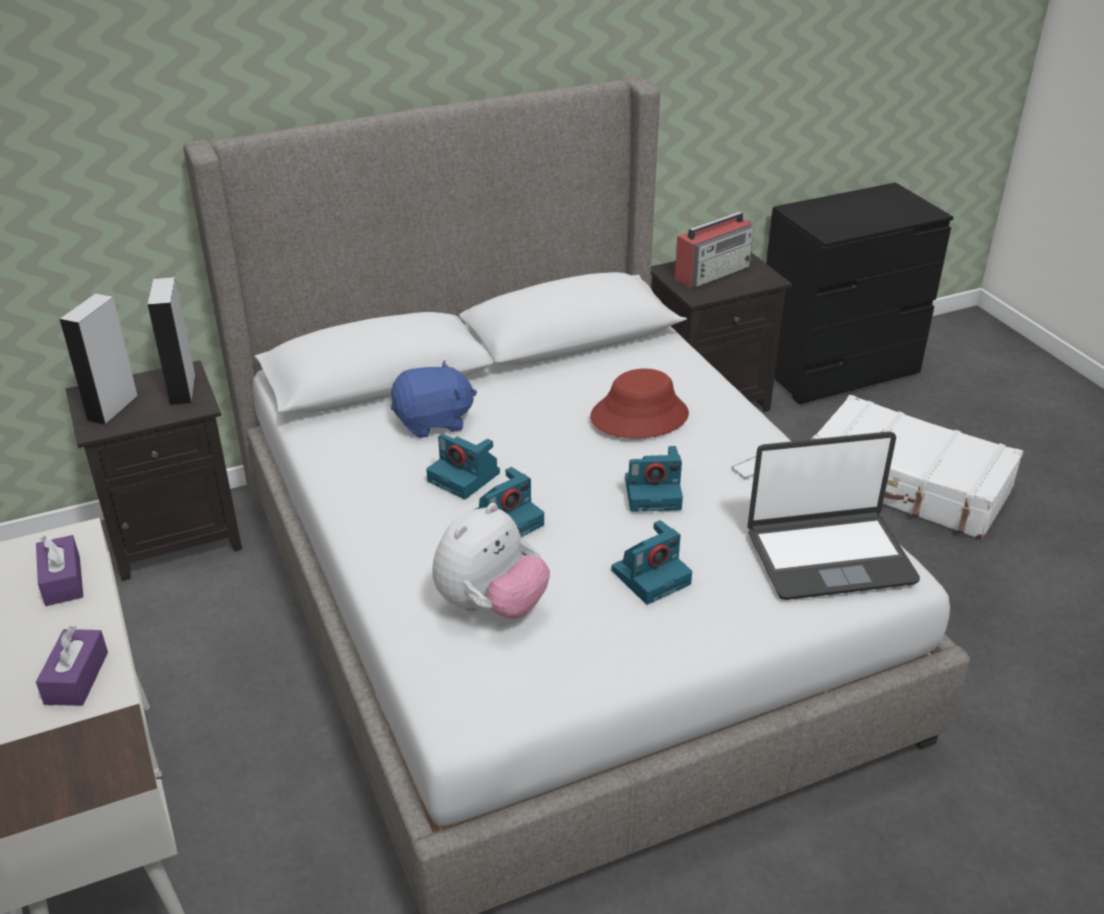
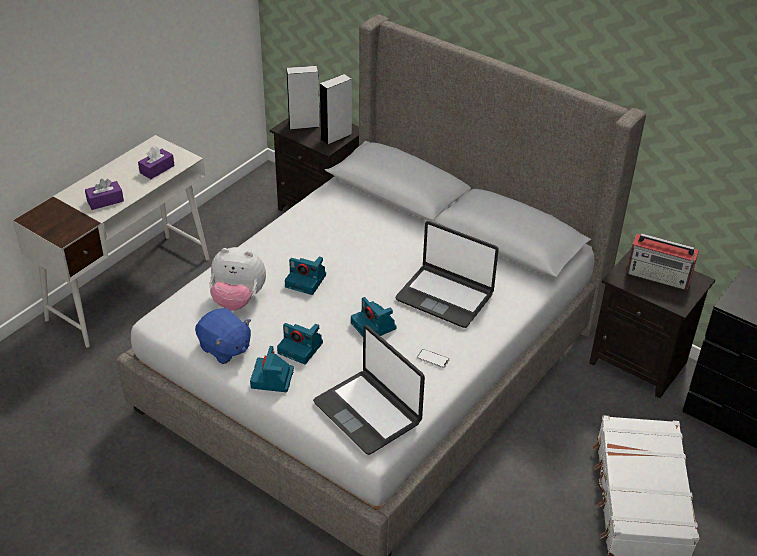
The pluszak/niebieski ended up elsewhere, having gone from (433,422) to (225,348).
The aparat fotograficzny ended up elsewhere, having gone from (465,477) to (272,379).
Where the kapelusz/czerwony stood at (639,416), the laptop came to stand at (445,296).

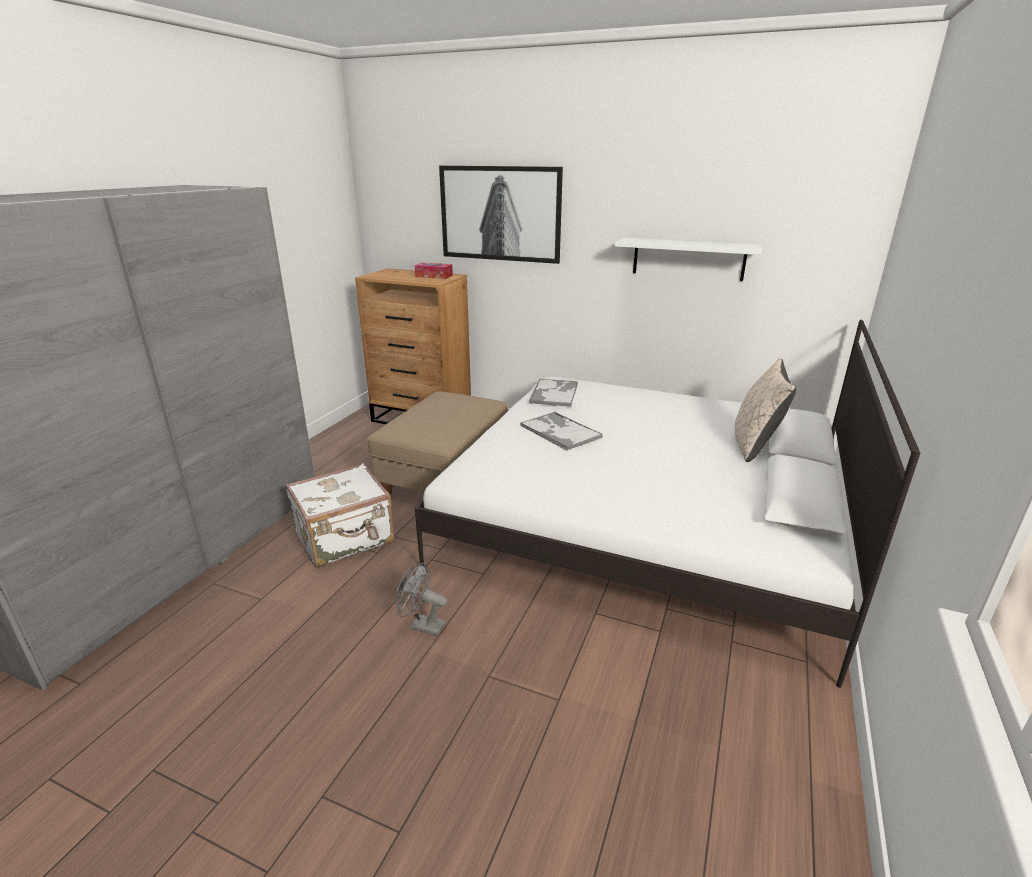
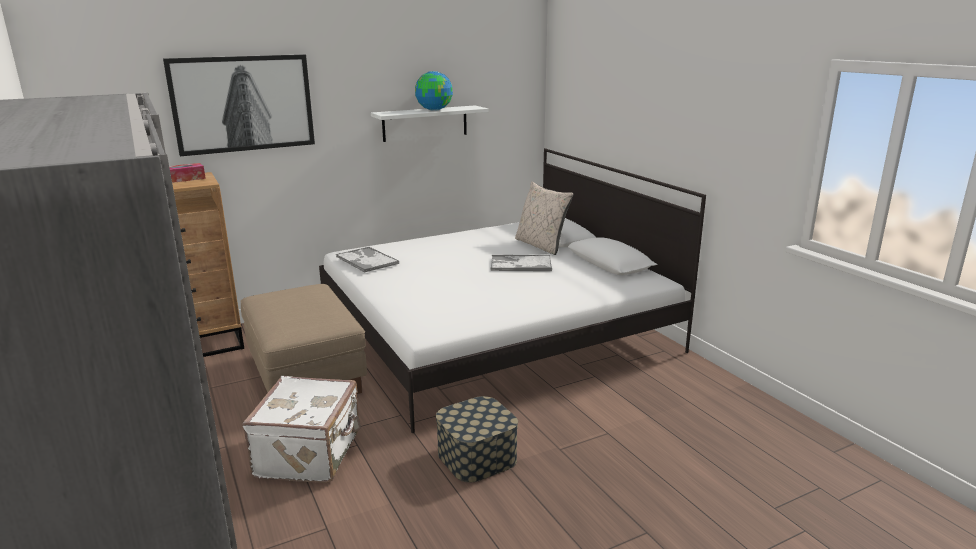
The second view gained the globus at (434,110).
Where the wentylator/szary stood at (421,625), the pojemnik do przechowywania came to stand at (477,456).
The taca ended up elsewhere, having gone from (559,431) to (520,264).

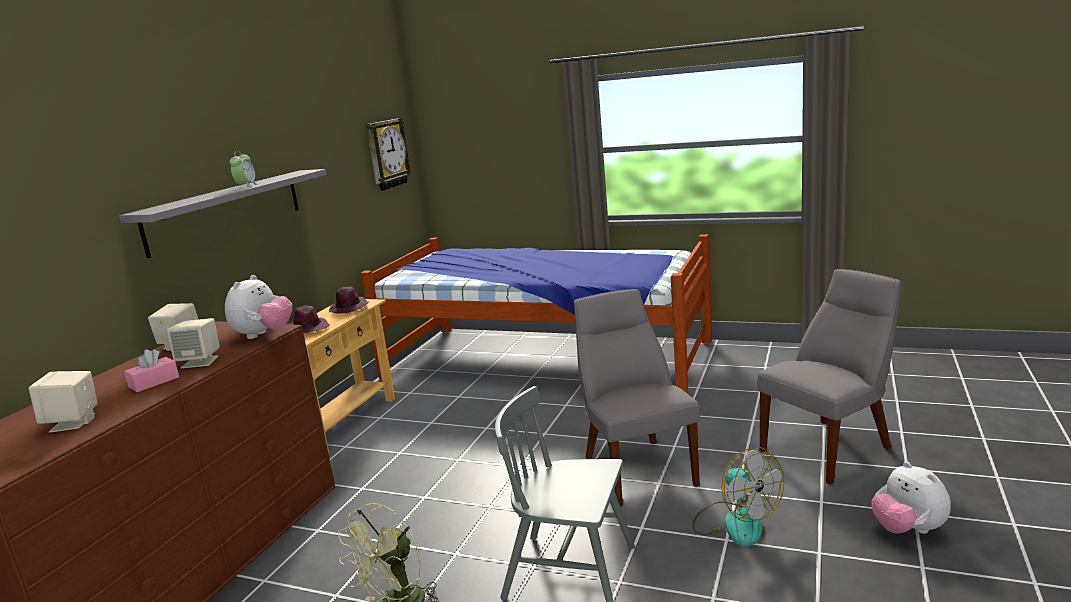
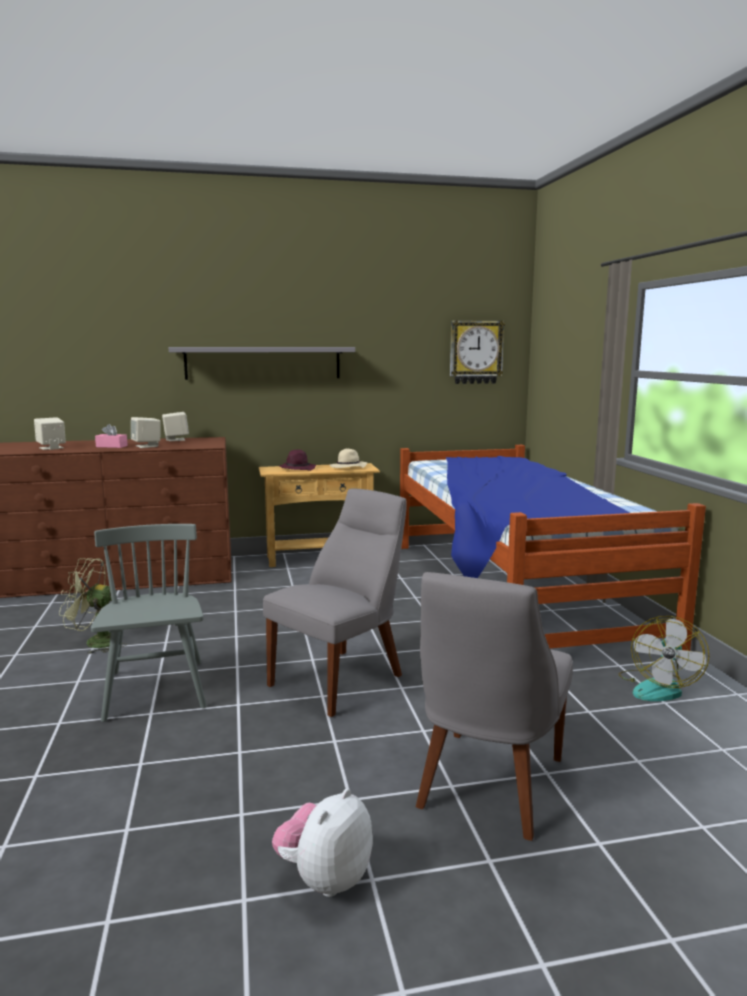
What was the kapelusz/fioletowy at (349,309) turned into the kapelusz/beżowy at (348,468).
The krzesło/szary at (830,448) ended up facing another way, 90 degrees clockwise from before.
The wentylator ended up elsewhere, having gone from (735,522) to (658,687).
The second view lost the pluszak at (264,335).
The second view lost the budzik at (246,186).

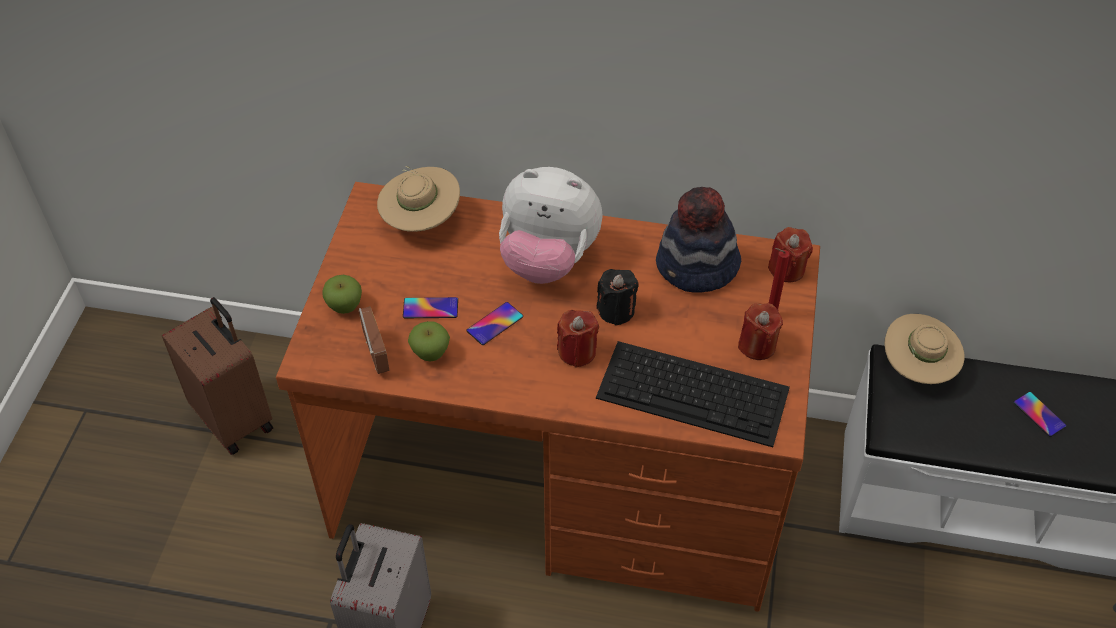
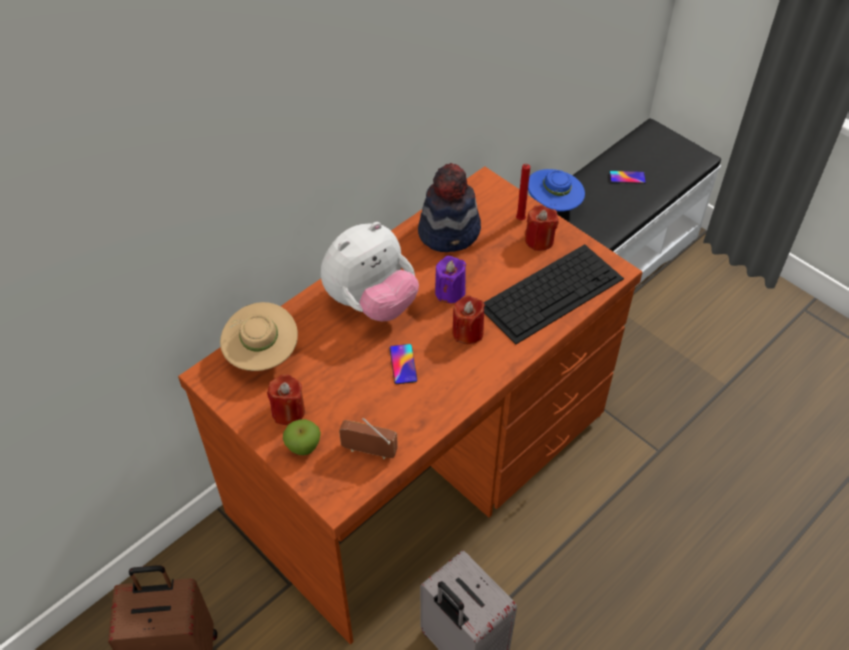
The świeca/czerwony ended up elsewhere, having gone from (787,269) to (288,411).
What was the świeca/czarny at (616,310) turned into the świeca/fioletowy at (450,292).
What was the kapelusz/beżowy at (917,368) turned into the kapelusz/niebieski at (553,205).
The second view lost the telefon at (430,308).
The second view lost the jabłko at (430,353).

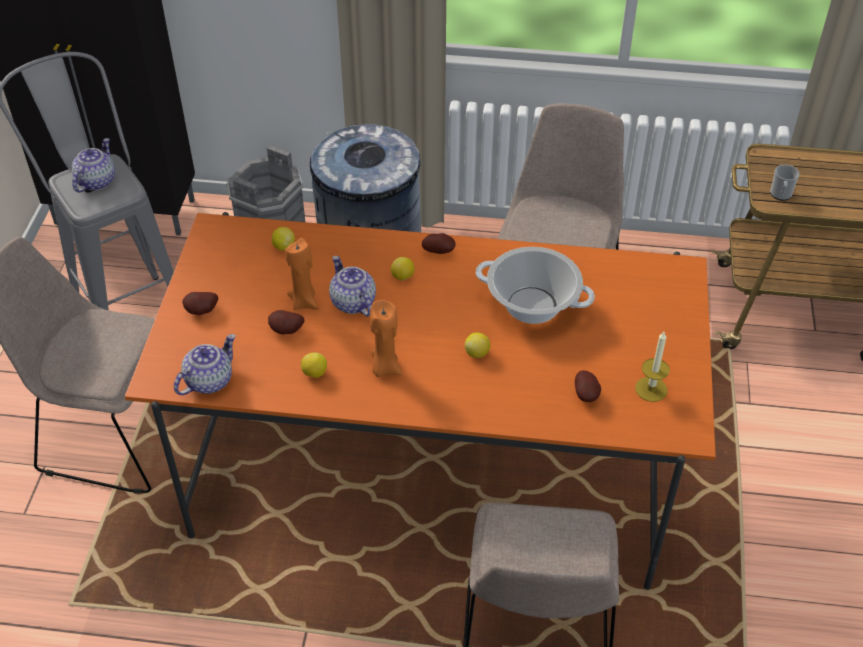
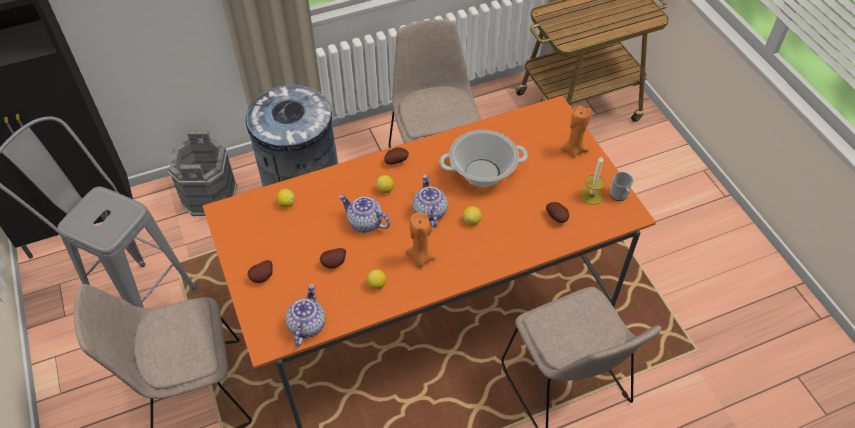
The imbryk ended up elsewhere, having gone from (96,181) to (429,212).
The świeca/pomarańczowy ended up elsewhere, having gone from (304,302) to (573,150).
The kubek ended up elsewhere, having gone from (780,195) to (619,196).

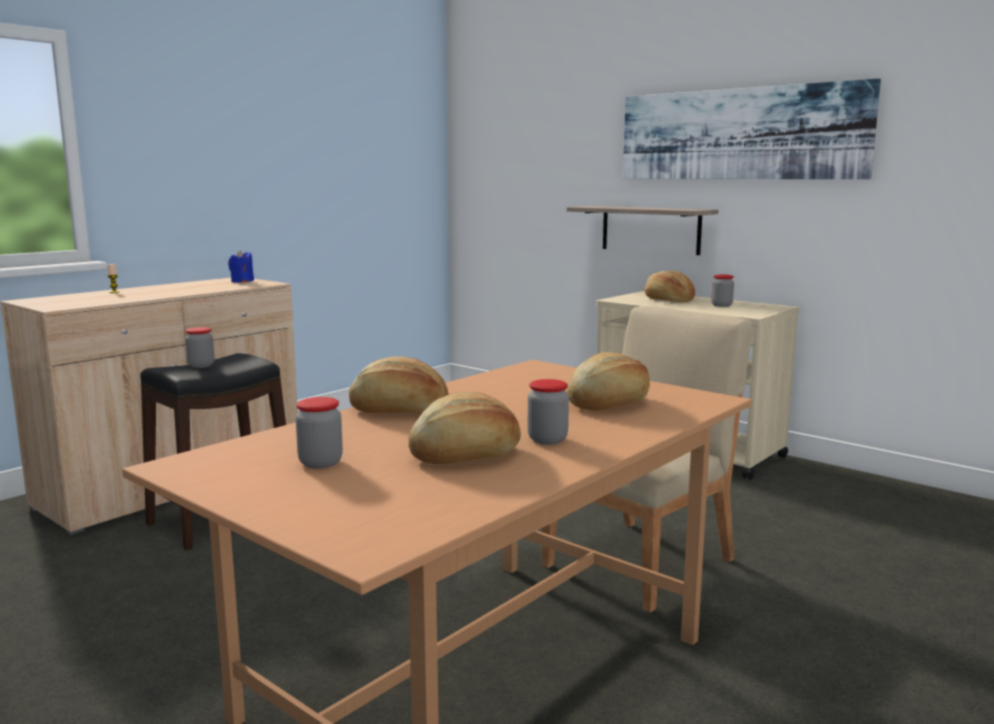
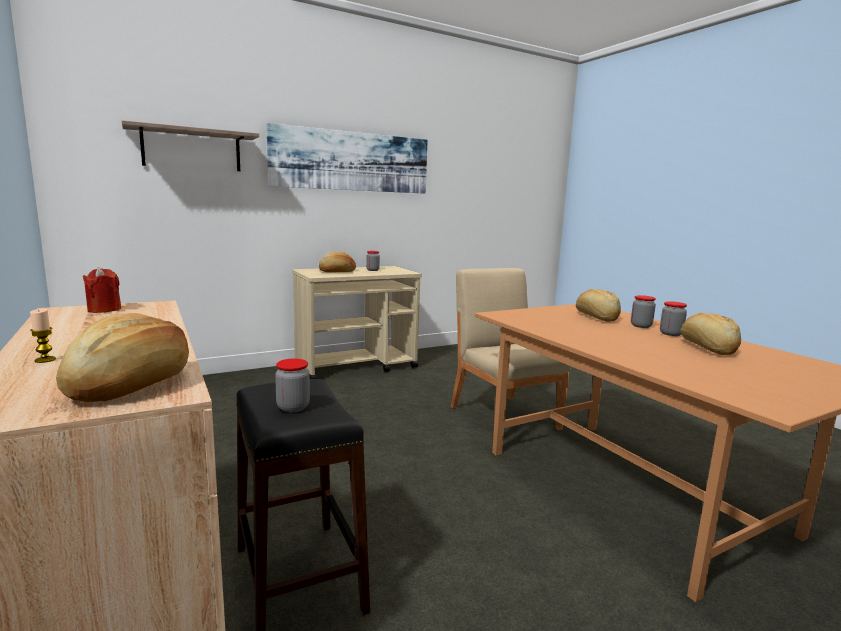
The chleb ended up elsewhere, having gone from (399,409) to (133,384).
What was the świeca/niebieski at (242,281) turned into the świeca/czerwony at (104,309).
The półka ended up elsewhere, having gone from (650,229) to (192,150).
The słoik ended up elsewhere, having gone from (320,463) to (641,326).

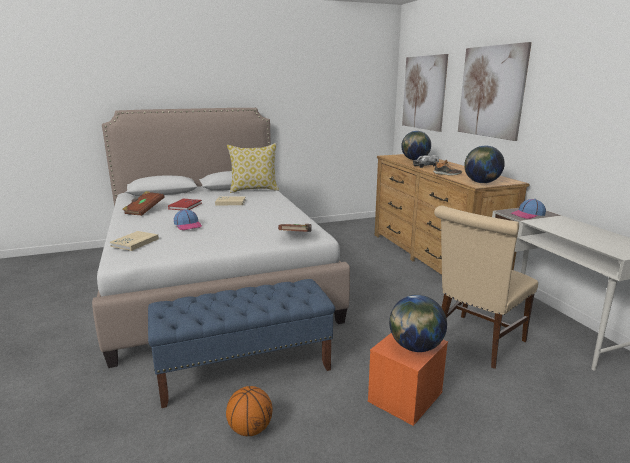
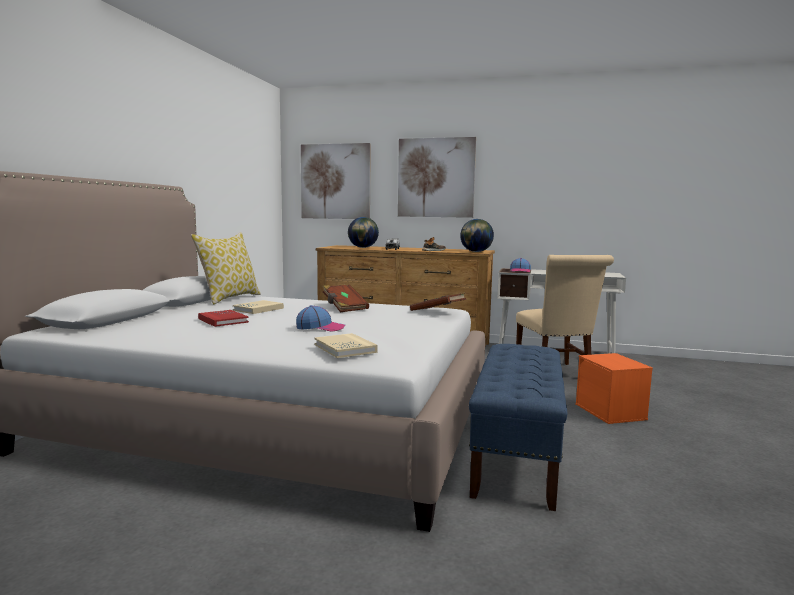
The książka/brązowy ended up elsewhere, having gone from (144,211) to (344,307).
The second view lost the piłka do koszykówki at (250,429).
The second view lost the globus at (415,347).

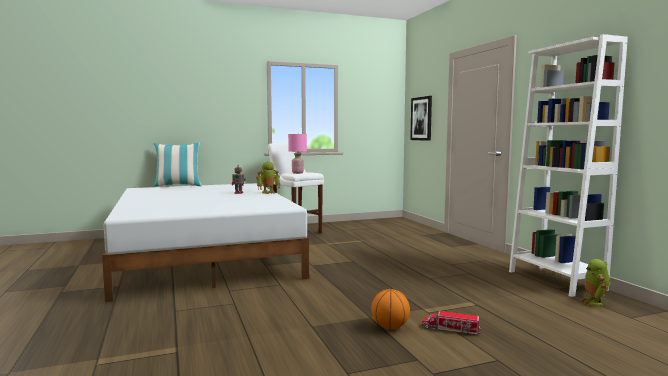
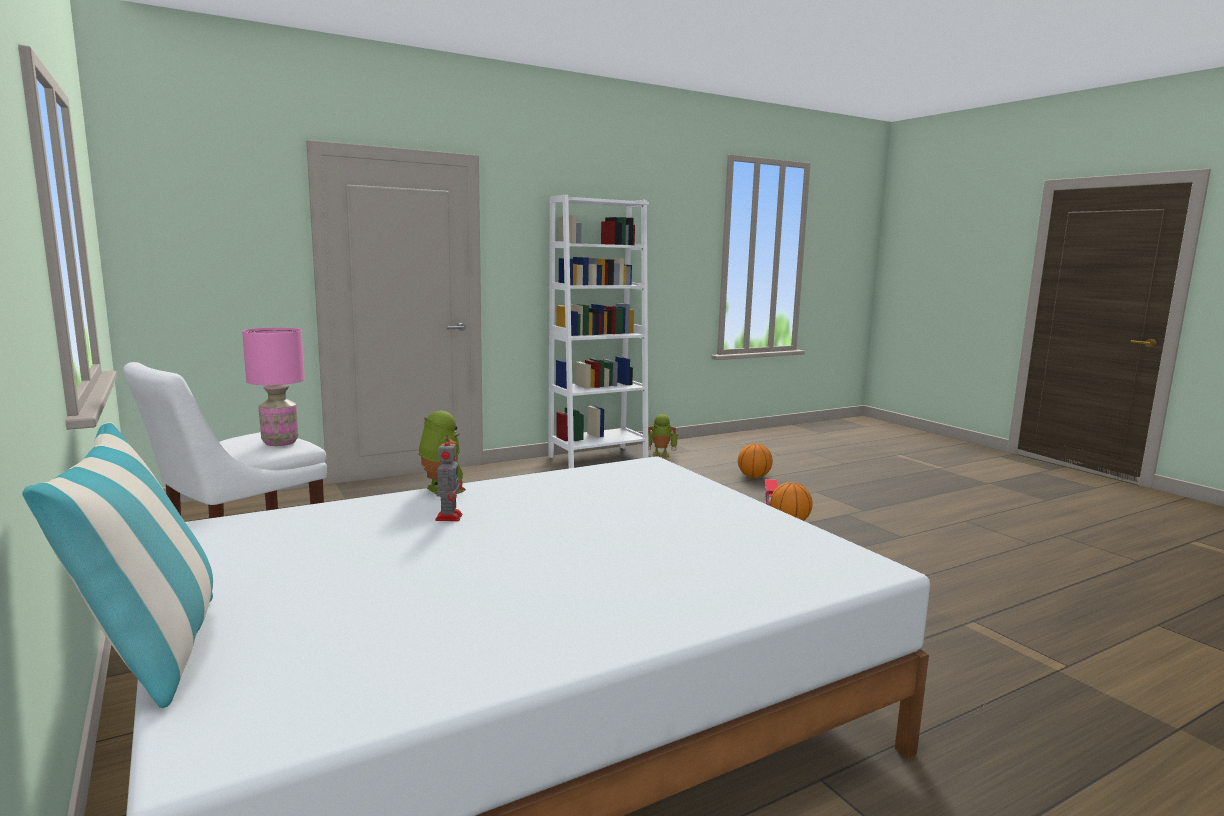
The second view gained the piłka do koszykówki at (754,477).
The second view lost the obraz at (421,118).

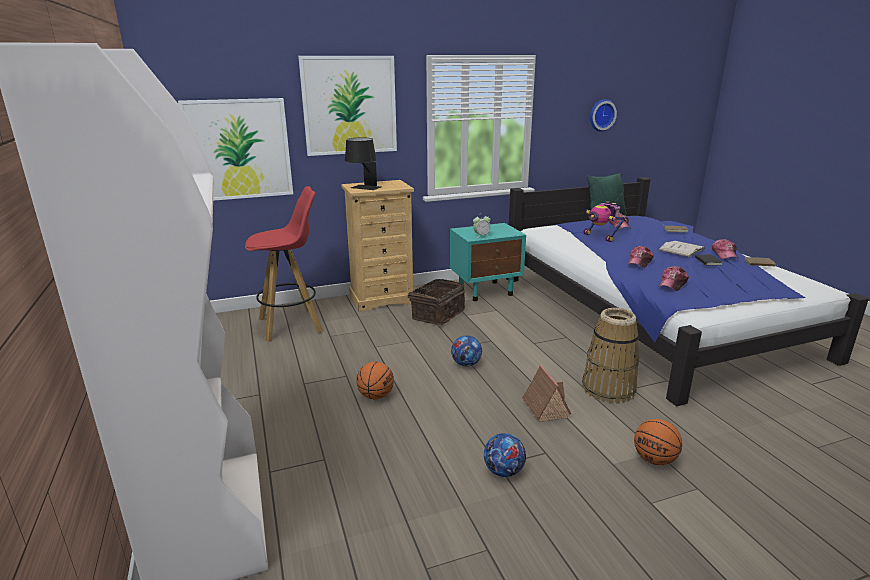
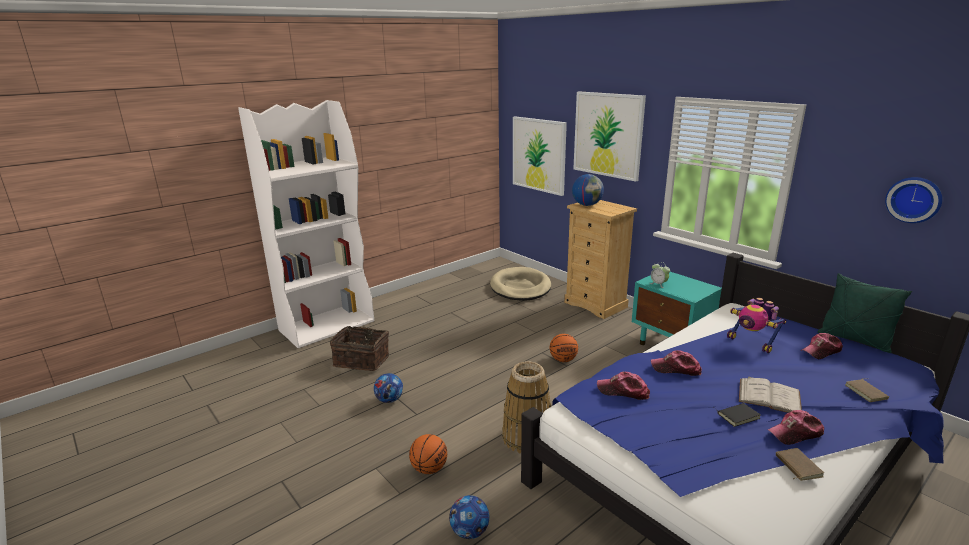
The koszyk ended up elsewhere, having gone from (436,314) to (362,360).
The piłka futbolowa ended up elsewhere, having gone from (466,364) to (470,531).
Where the stołek/czerwony stood at (291,325), the legowisko/beżowy came to stand at (520,287).
The piłka do koszykówki ended up elsewhere, having gone from (375,396) to (563,360).
Where the lampa stołowa/czarny stood at (363,188), the globus came to stand at (587,205).
The robot zabawkowy at (601,237) ended up facing another way, 75 degrees counterclockwise from before.
The second view lost the domek at (544,407).

